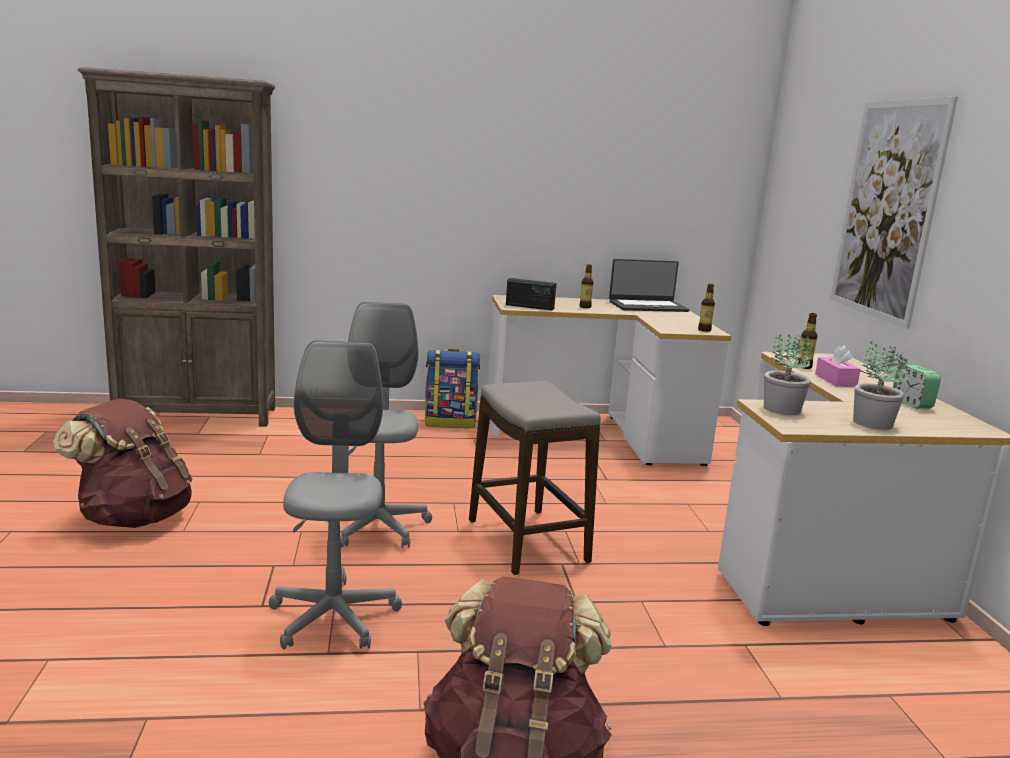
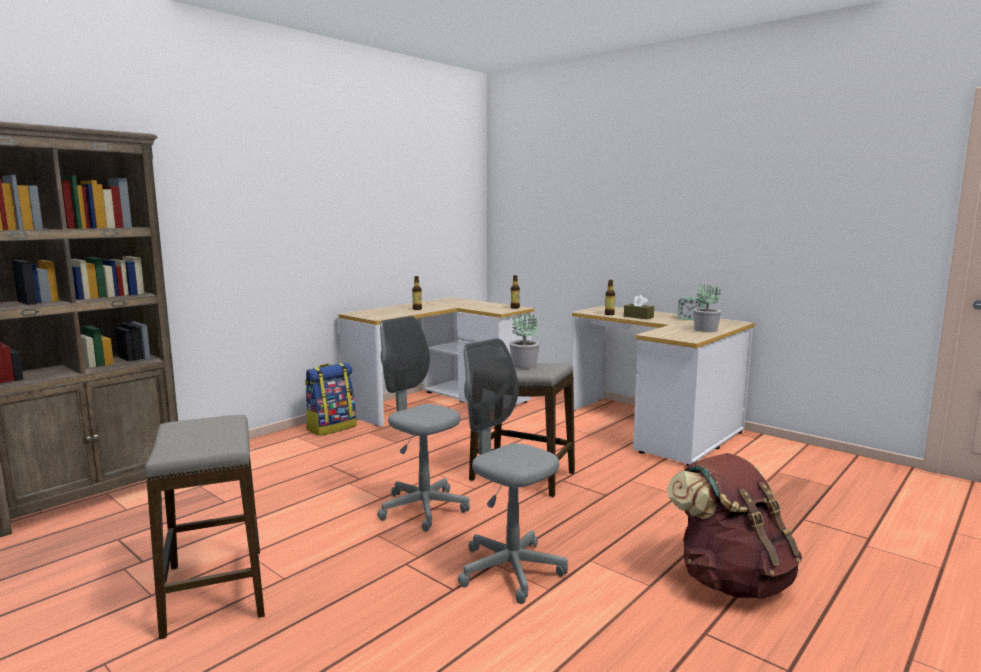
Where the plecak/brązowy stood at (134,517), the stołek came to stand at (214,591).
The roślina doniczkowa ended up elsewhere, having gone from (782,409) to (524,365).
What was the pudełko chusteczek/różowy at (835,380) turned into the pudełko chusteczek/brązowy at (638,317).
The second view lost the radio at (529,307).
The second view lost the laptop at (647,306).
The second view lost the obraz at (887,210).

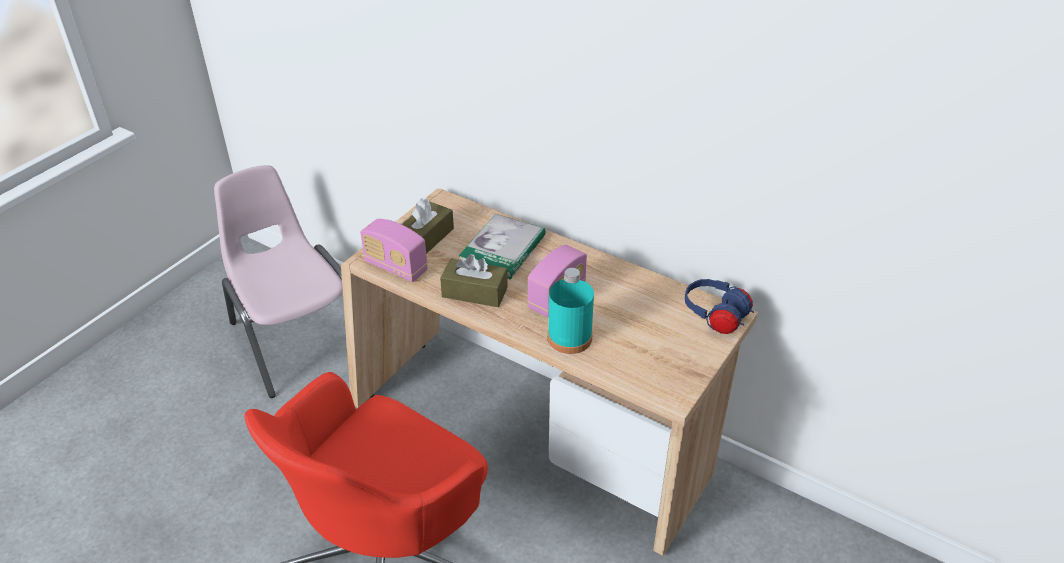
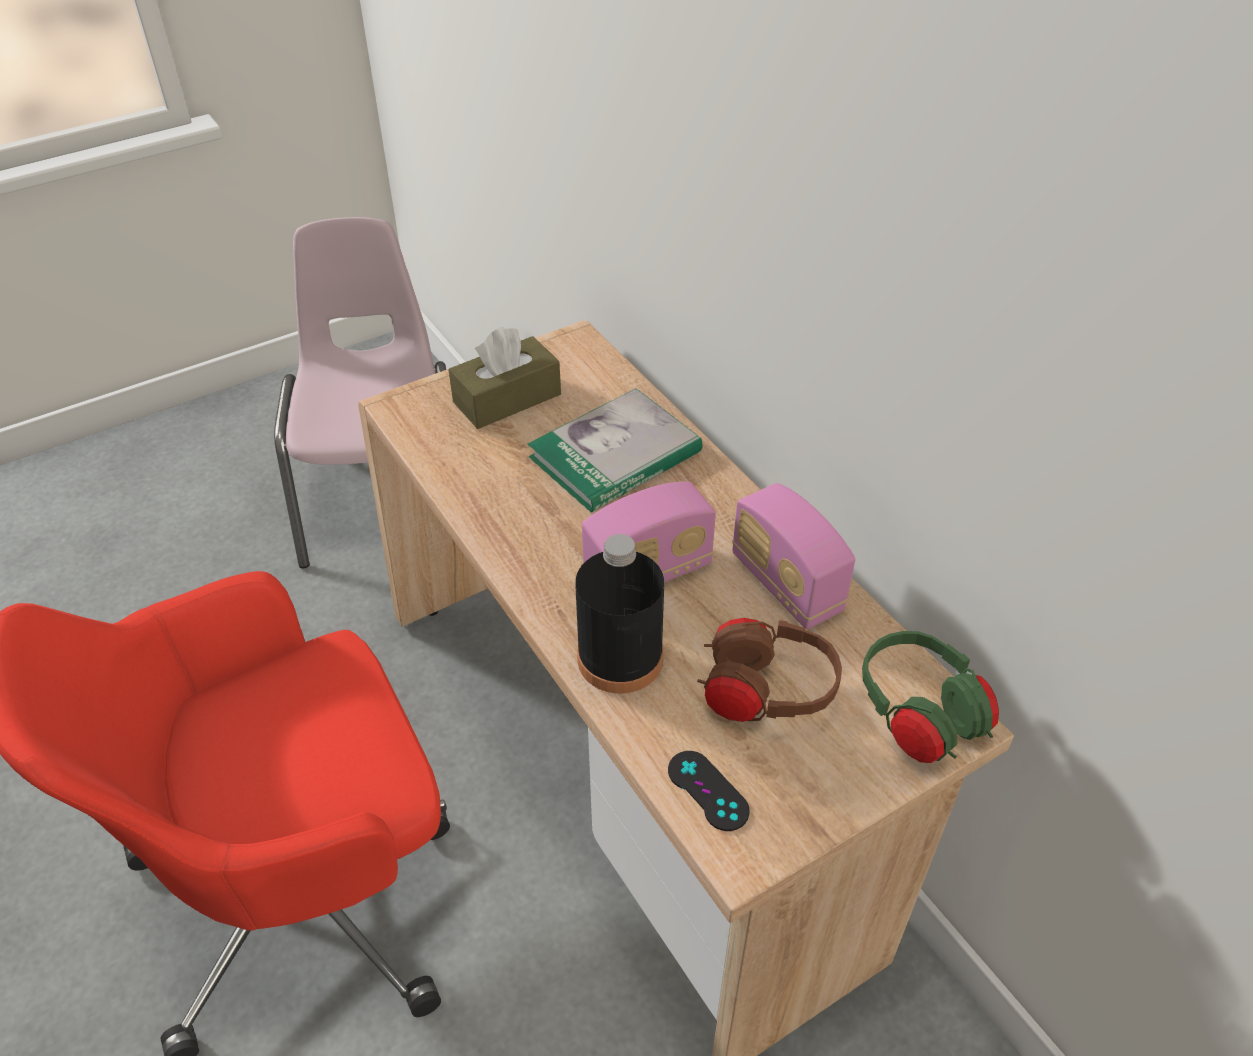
What was the butelka/turkusowy at (569,338) turned into the butelka/czarny at (620,658).
The second view gained the pad do gier/czarny at (708,790).
The second view gained the słuchawki/brązowy at (766,693).
The radio ended up elsewhere, having gone from (396,267) to (786,584).
What was the słuchawki/niebieski at (715,317) turned into the słuchawki/zielony at (919,716).
The second view lost the pudełko chusteczek/brązowy at (474,292).

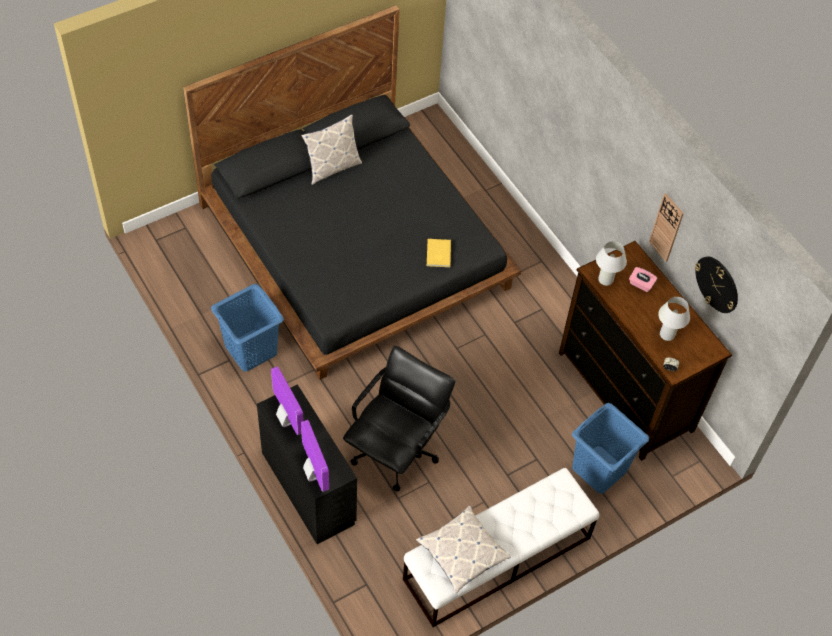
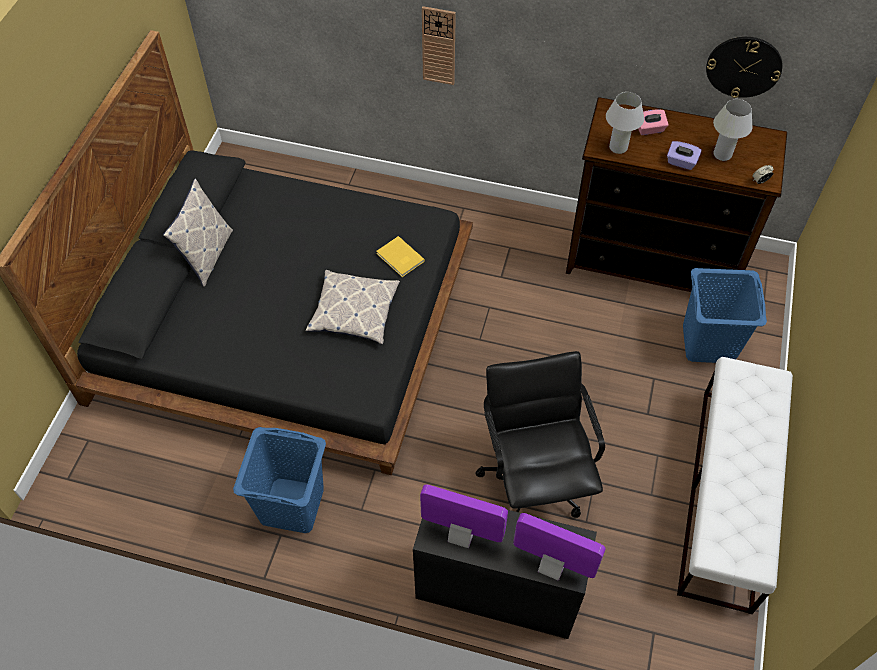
The poduszka ended up elsewhere, having gone from (462,552) to (354,312).
The zegar ścienny ended up elsewhere, having gone from (666,227) to (439,46).
The second view gained the pudełko chusteczek/fioletowy at (681,162).

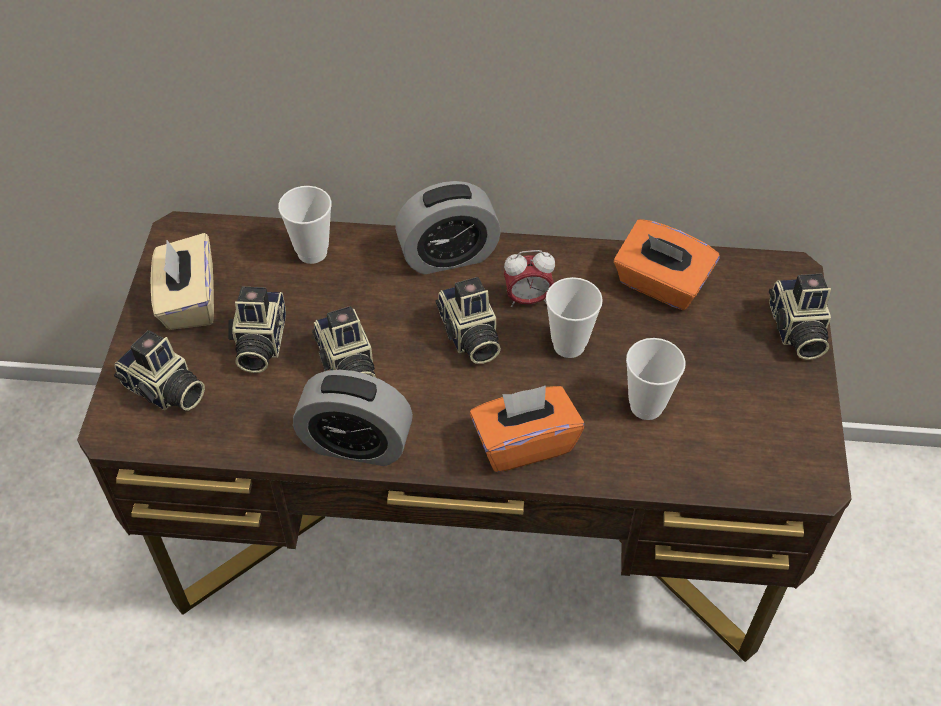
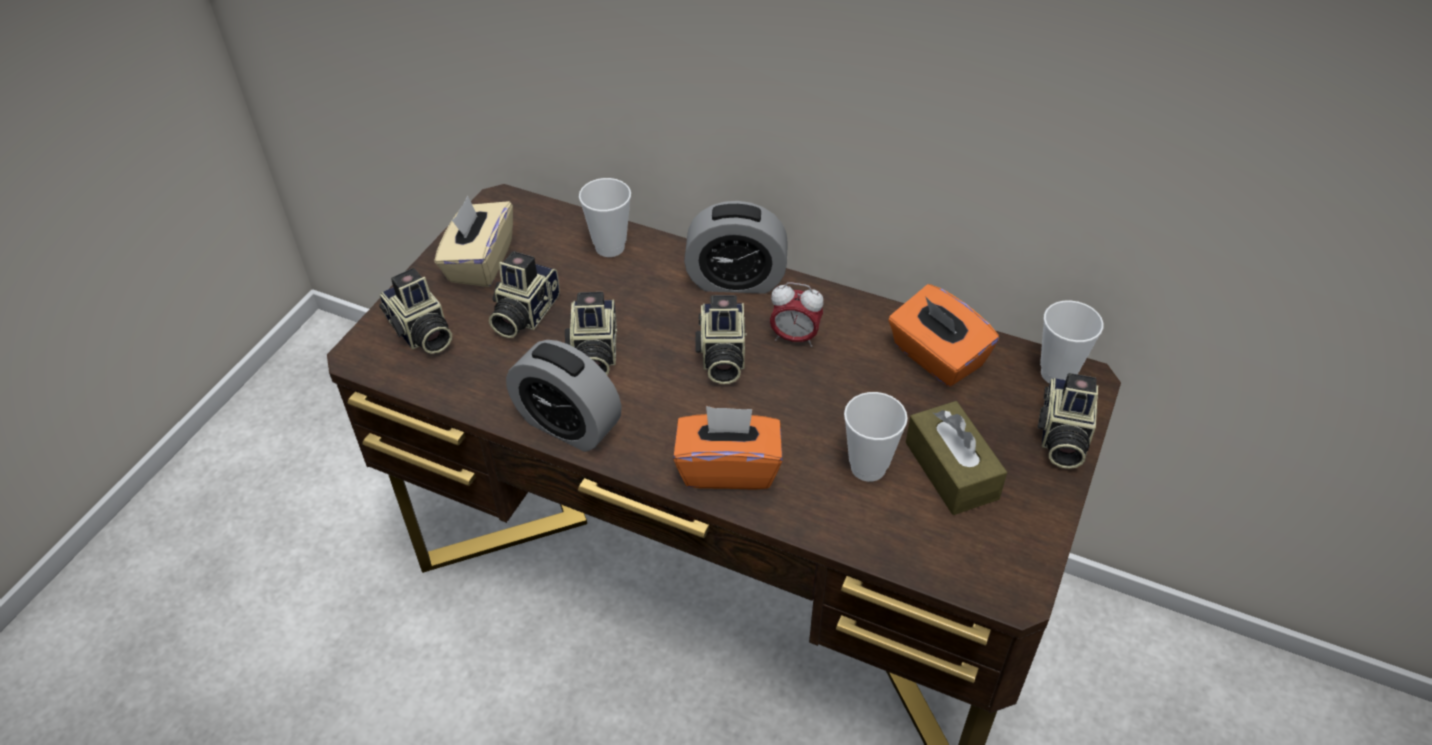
The second view gained the pudełko chusteczek/brązowy at (951,470).
The filiżanka ended up elsewhere, having gone from (569,345) to (1057,374).

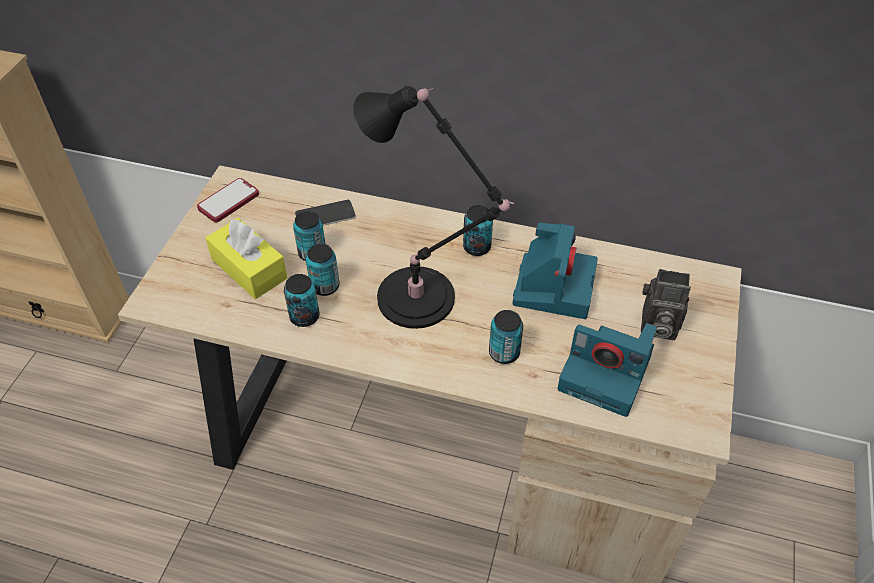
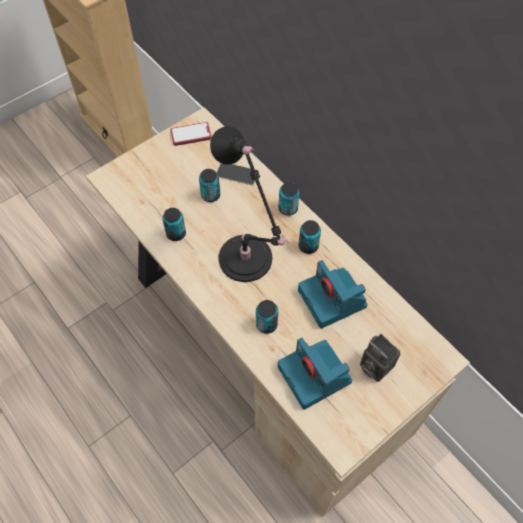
The puszka ended up elsewhere, having gone from (325,286) to (288,208).
The aparat fotograficzny at (553,286) ended up facing another way, 105 degrees clockwise from before.
The second view lost the pudełko chusteczek/żółty at (249,269).

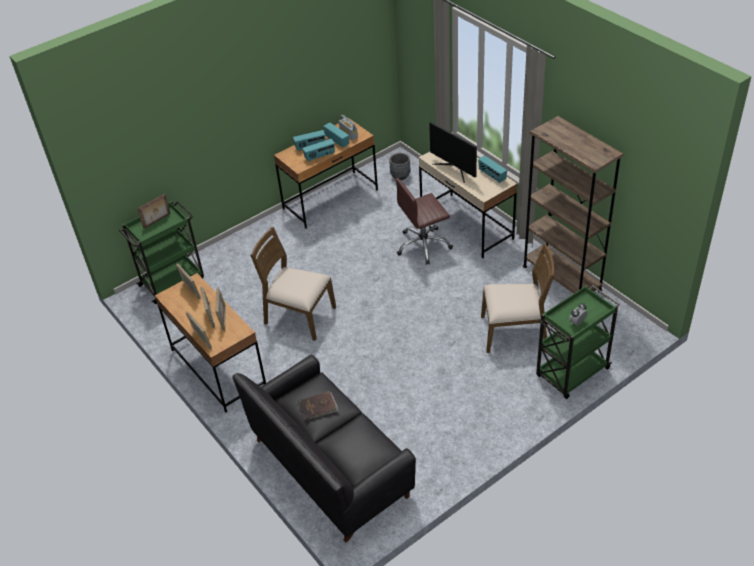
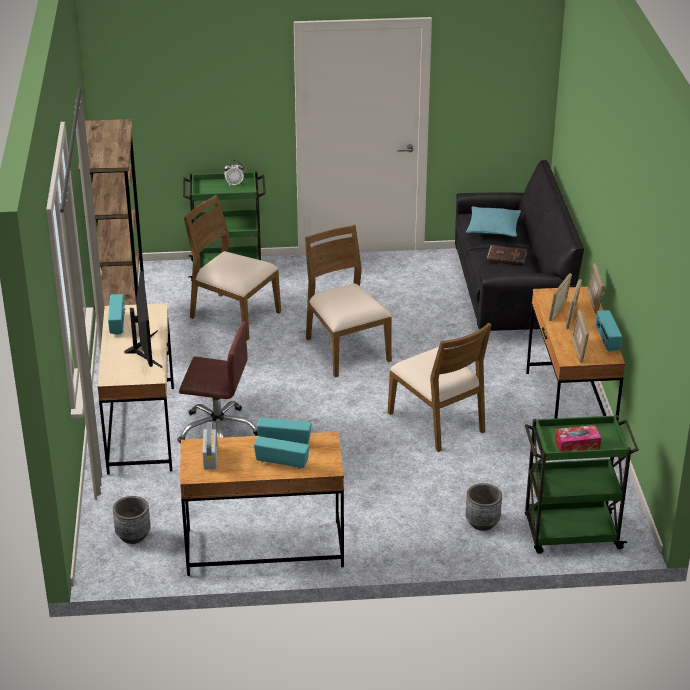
The second view gained the krzesło/brązowy at (346,349).
The second view gained the donica/szary at (482,523).
The second view gained the poduszka/turkusowy at (493,228).
Where the ramka na zdjęcie stood at (157,221), the pudełko chusteczek came to stand at (577,444).
The radio ended up elsewhere, having gone from (337,141) to (606,340).

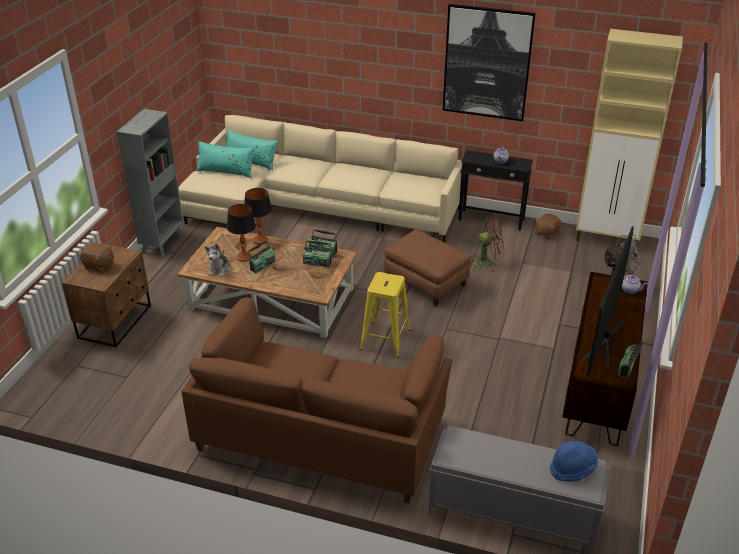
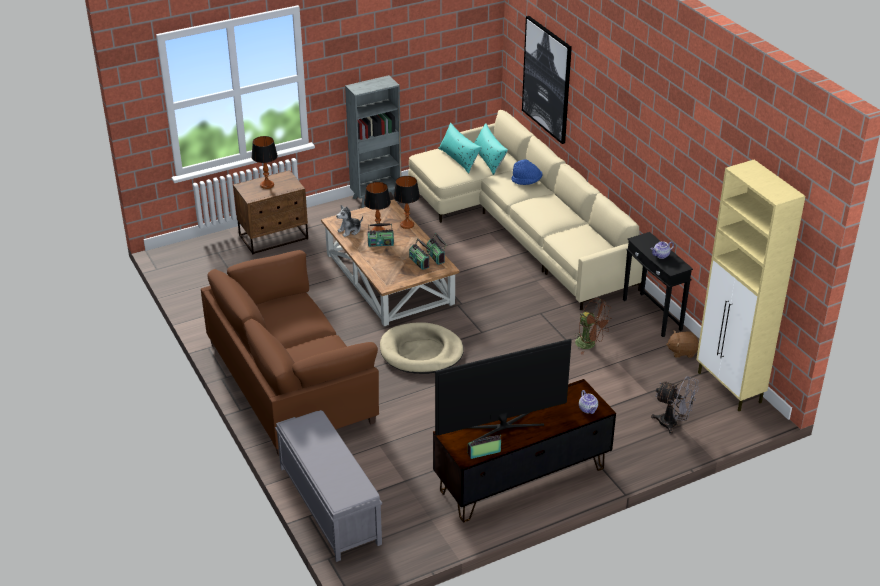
Where the pluszak/brązowy stood at (99,266), the lampa stołowa came to stand at (267,185).
Where the stołek/żółty stood at (385,339), the legowisko/beżowy came to stand at (421,352).
The kapelusz/niebieski ended up elsewhere, having gone from (572,469) to (527,182).
The obraz ended up elsewhere, having gone from (487,63) to (547,79).
The second view lost the pufa/brązowy at (426,282).

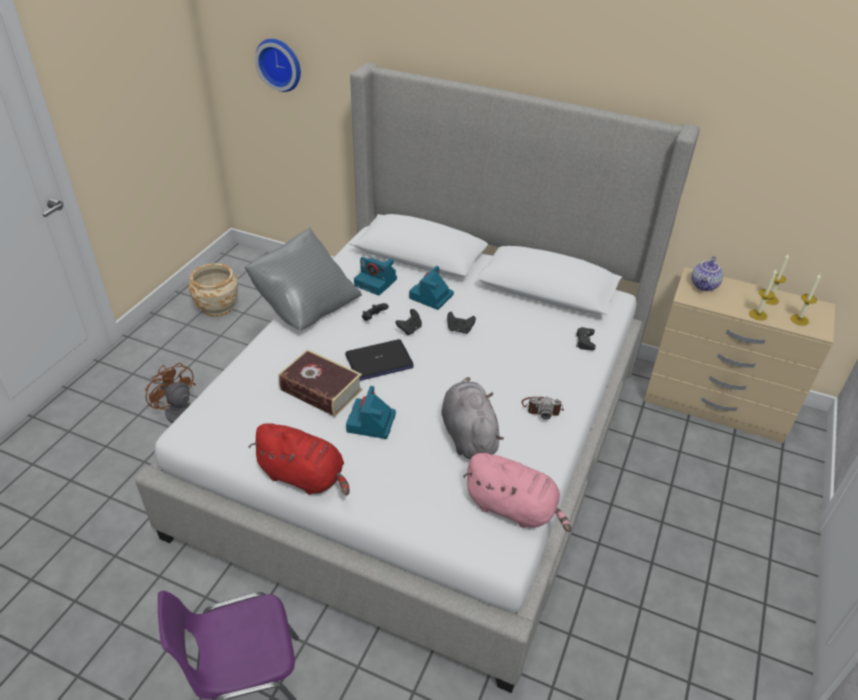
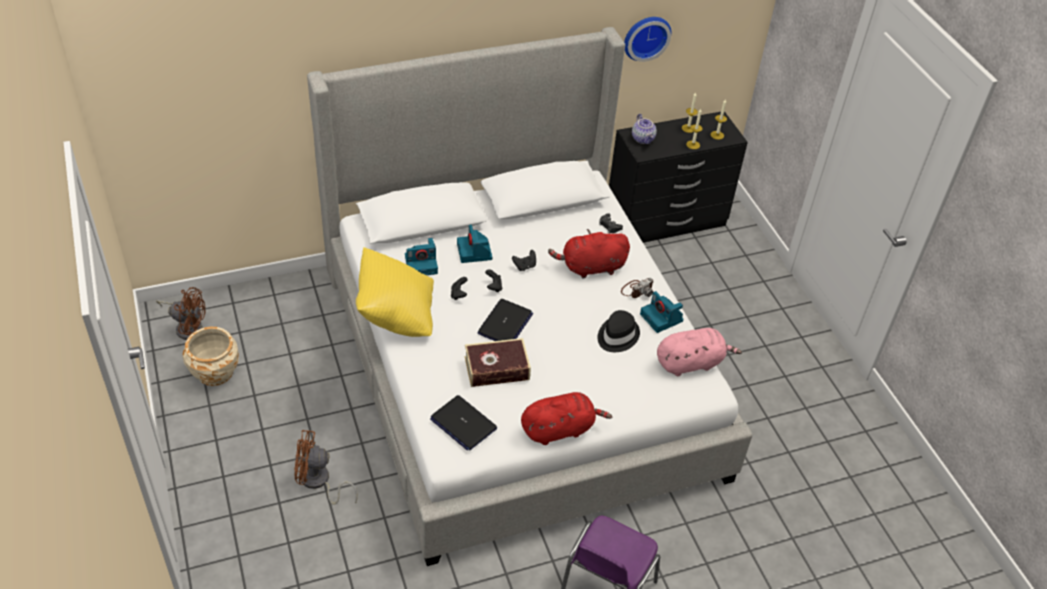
The second view gained the wentylator/brązowy at (187,327).
What was the poduszka/szary at (305,306) turned into the poduszka/żółty at (396,315).
The second view gained the laptop at (463,423).
The second view gained the pluszak/czerwony at (590,268).
Where the pluszak/szary stood at (468,434), the kapelusz/czarny came to stand at (617,336).
What was the komoda/beżowy at (716,404) turned into the komoda/czarny at (666,221).
The zegar ścienny ended up elsewhere, having gone from (280,64) to (645,36).
The aparat fotograficzny ended up elsewhere, having gone from (371,423) to (662,318).

